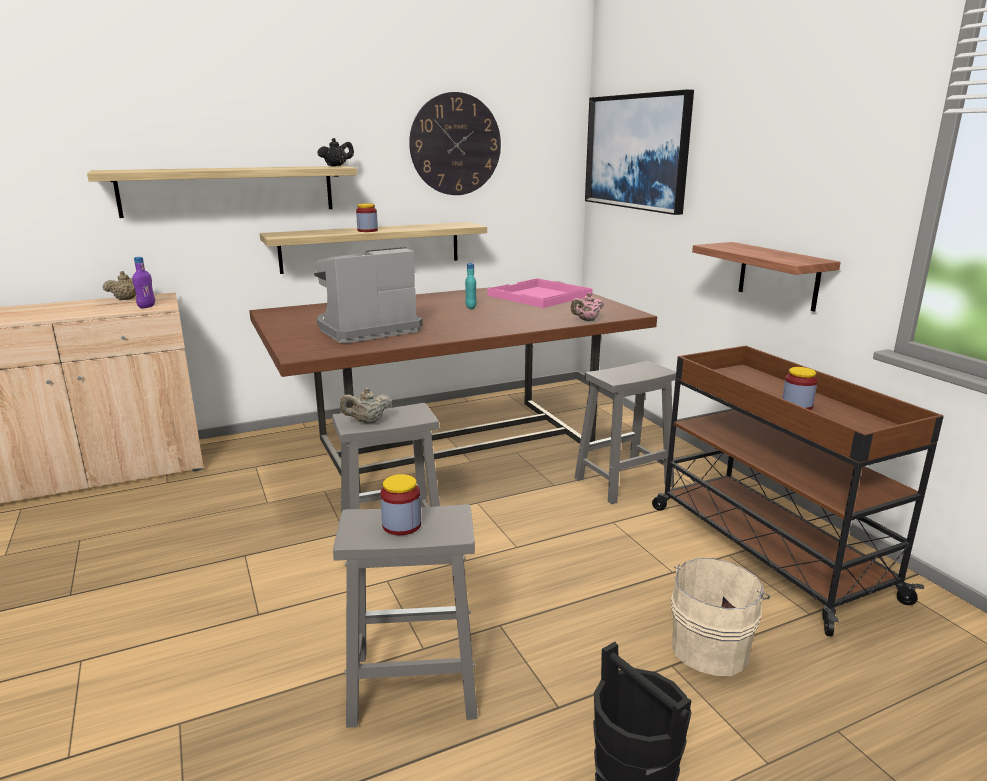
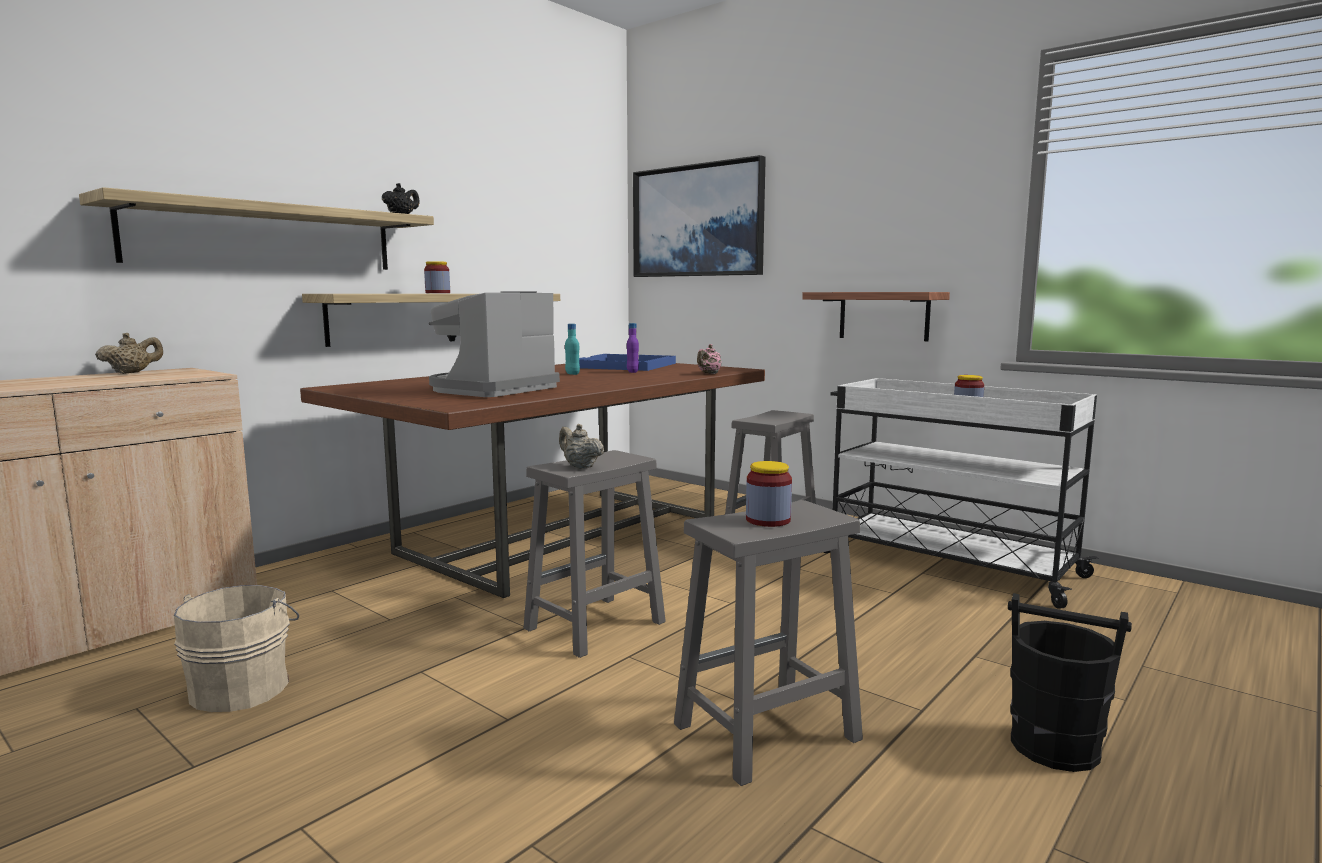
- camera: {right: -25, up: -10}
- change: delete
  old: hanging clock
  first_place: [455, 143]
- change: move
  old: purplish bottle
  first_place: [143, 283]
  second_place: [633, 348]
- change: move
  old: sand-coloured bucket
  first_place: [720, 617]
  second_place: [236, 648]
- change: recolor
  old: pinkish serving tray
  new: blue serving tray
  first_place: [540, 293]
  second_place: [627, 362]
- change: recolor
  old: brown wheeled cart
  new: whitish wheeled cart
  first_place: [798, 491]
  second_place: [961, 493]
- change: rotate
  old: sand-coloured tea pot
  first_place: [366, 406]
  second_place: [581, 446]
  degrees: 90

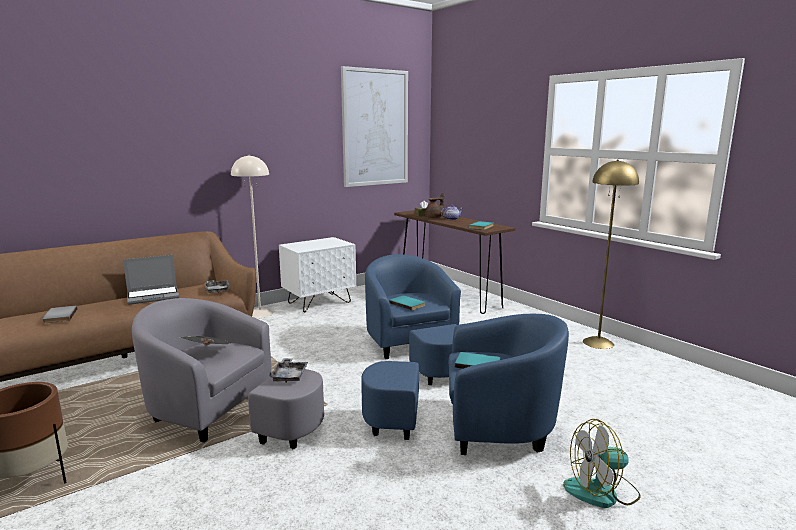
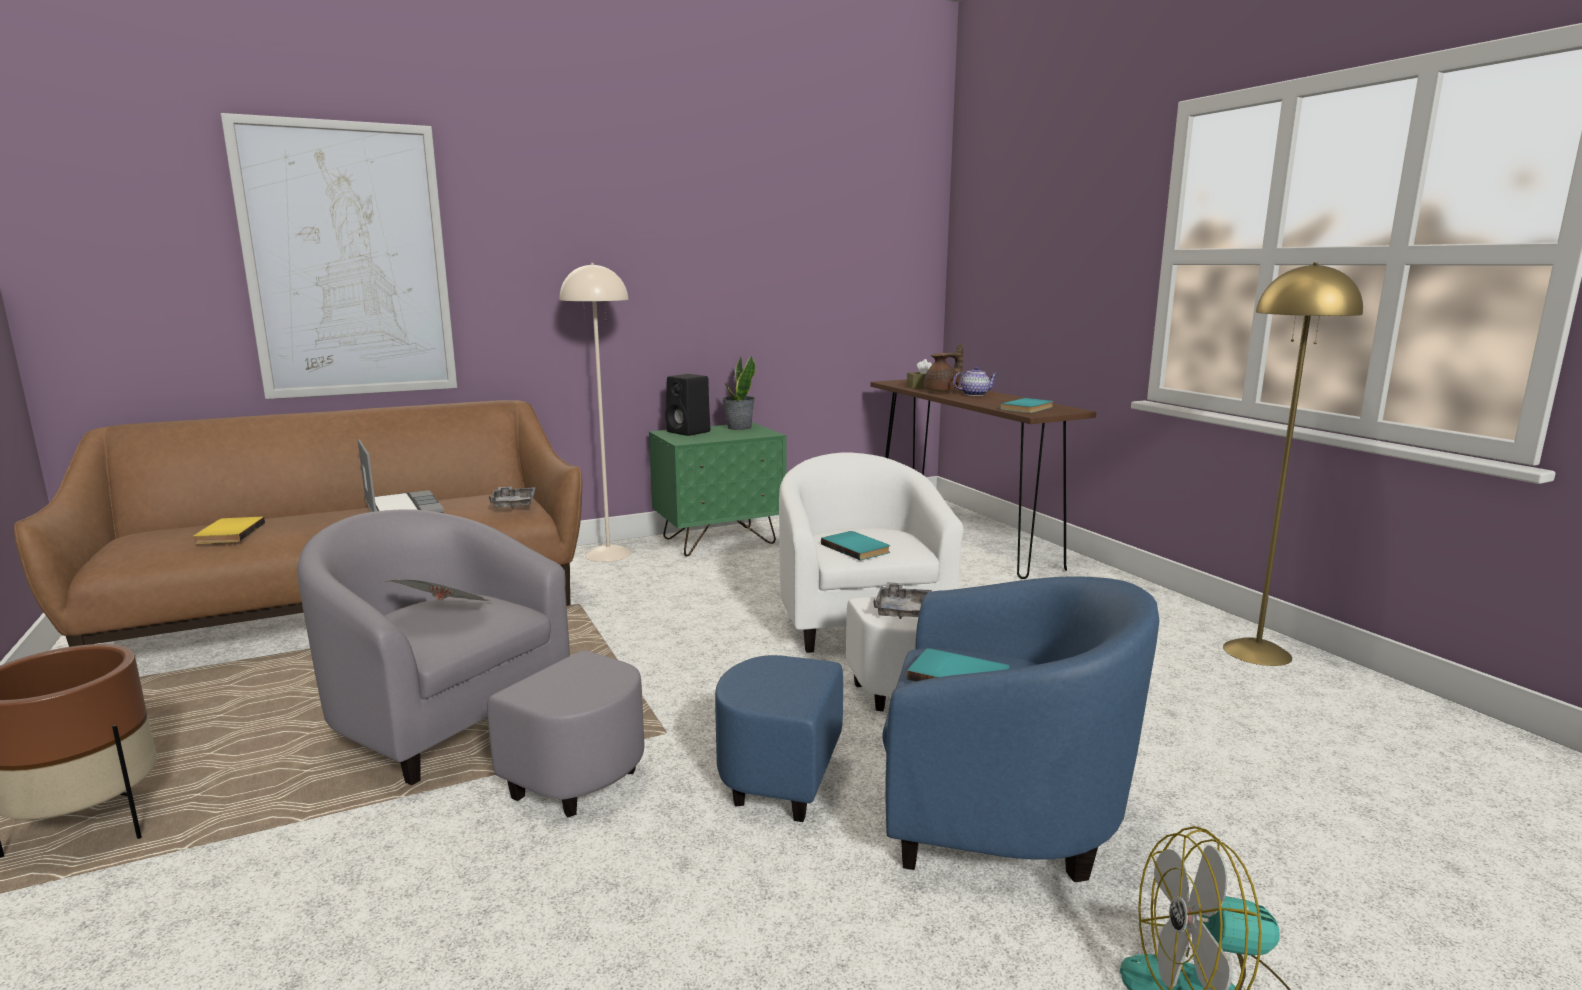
- camera: {right: 10, up: 0}
- change: insert
  new: blackish audio speaker
  second_place: [687, 405]
- change: insert
  new: plant in a pot
  second_place: [739, 392]
- change: move
  old: grey serving tray
  first_place: [288, 370]
  second_place: [902, 600]
- change: move
  old: wall art
  first_place: [374, 126]
  second_place: [339, 256]
- change: recolor
  old: grey volume
  new: yellow volume
  first_place: [60, 314]
  second_place: [229, 530]
- change: recolor
  old: whitish bedside table
  new: green-coloured bedside table
  first_place: [317, 275]
  second_place: [717, 489]
- change: recolor
  old: blue armchair
  new: whitish armchair
  first_place: [413, 319]
  second_place: [871, 582]
- change: rotate
  old: portable computer
  first_place: [151, 280]
  second_place: [401, 476]
  degrees: -105

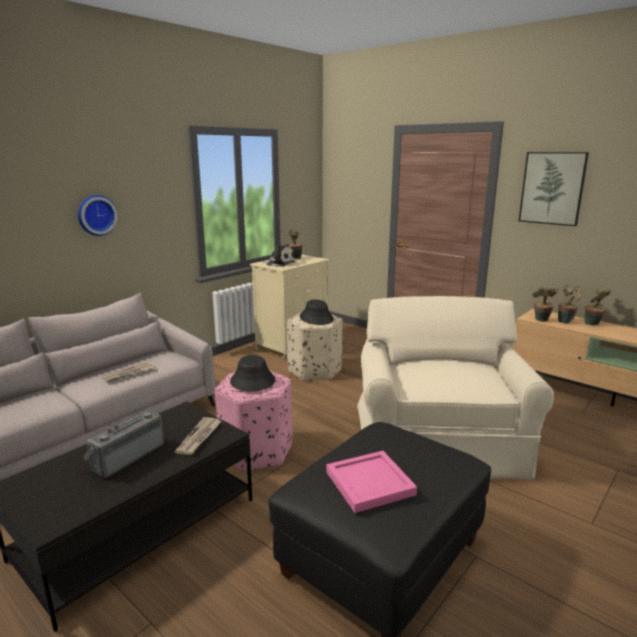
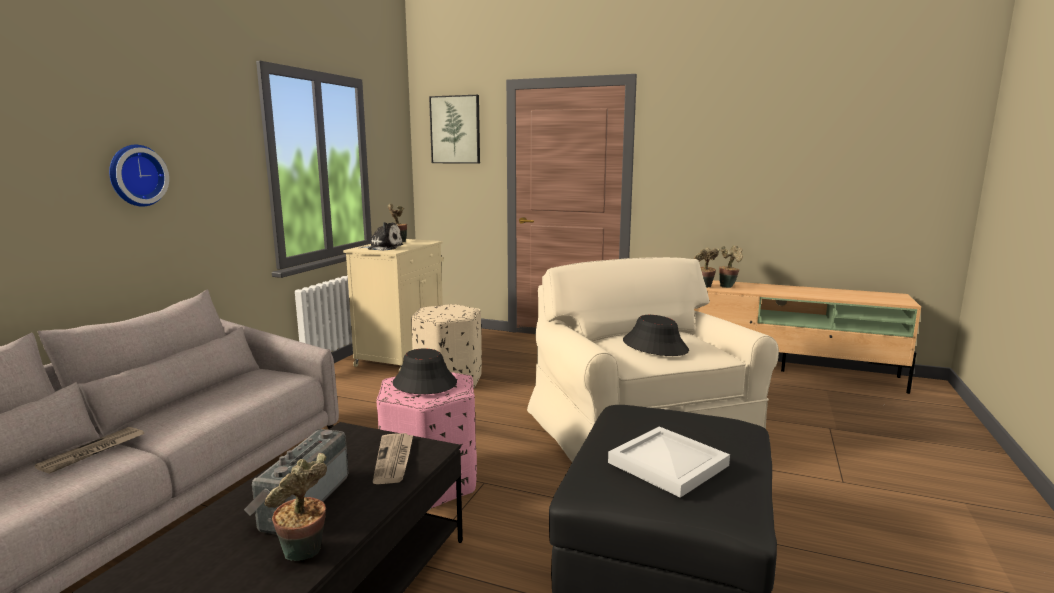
- camera: {right: -20, up: -5}
- change: move
  old: newspaper
  first_place: [128, 372]
  second_place: [89, 450]
- change: move
  old: blackish hat
  first_place: [317, 312]
  second_place: [656, 335]
- change: move
  old: wall art
  first_place: [554, 189]
  second_place: [454, 129]
- change: move
  old: plant in a pot
  first_place: [598, 306]
  second_place: [296, 507]
- change: recolor
  old: pinkish serving tray
  new: whitish serving tray
  first_place: [371, 482]
  second_place: [669, 462]

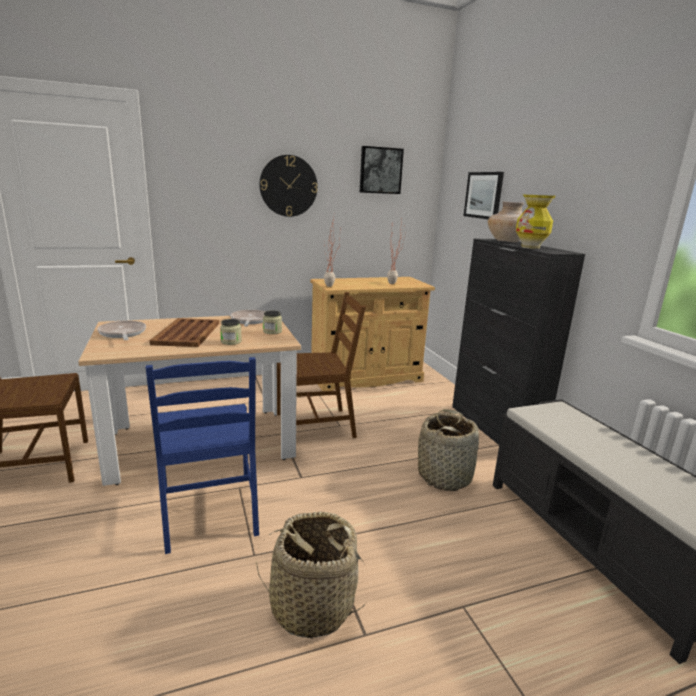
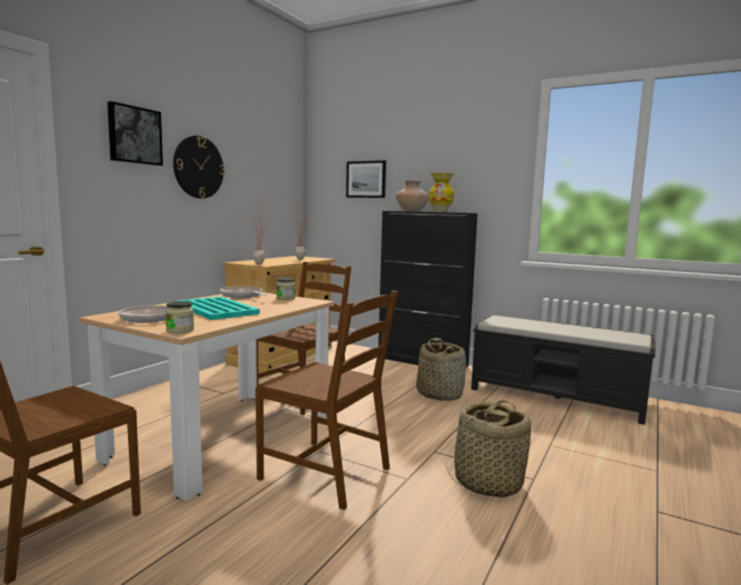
- camera: {right: -40, up: -10}
- change: move
  old: jar
  first_place: [231, 332]
  second_place: [179, 317]
- change: move
  old: wall art
  first_place: [382, 170]
  second_place: [135, 133]
- change: recolor
  old: blue upright chair
  new: brown upright chair
  first_place: [202, 455]
  second_place: [326, 400]
- change: recolor
  old: brown serving tray
  new: blue-green serving tray
  first_place: [184, 332]
  second_place: [219, 308]

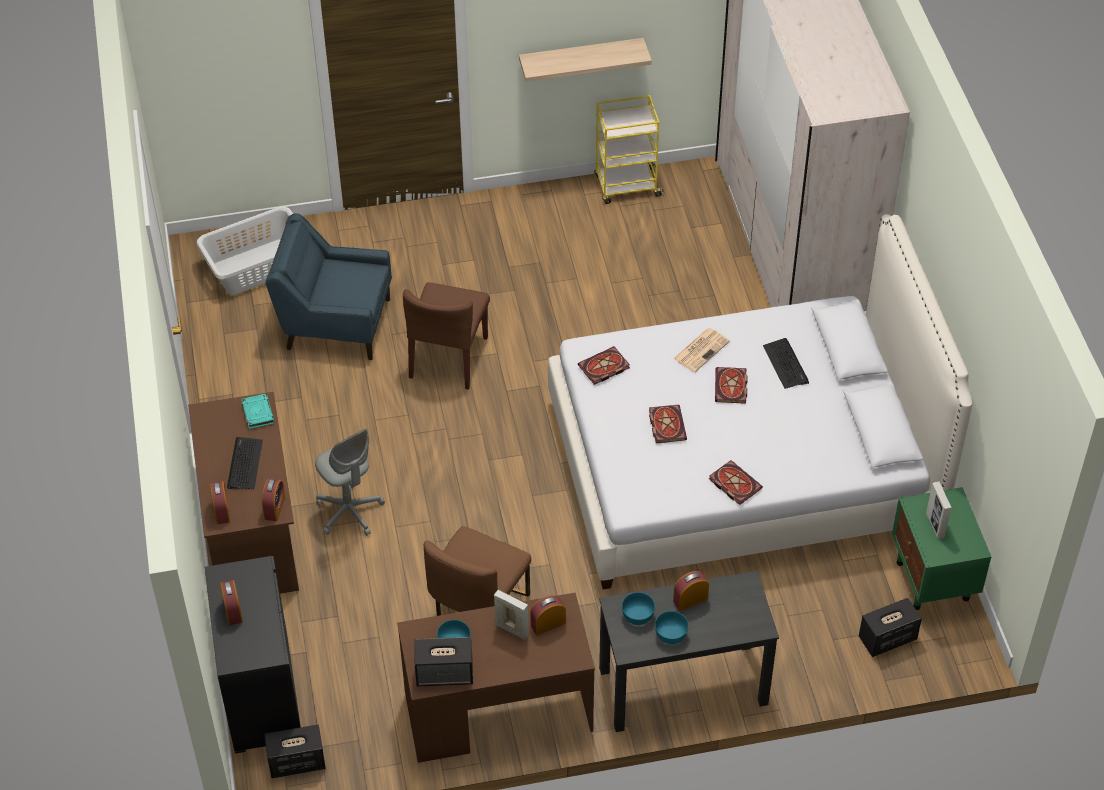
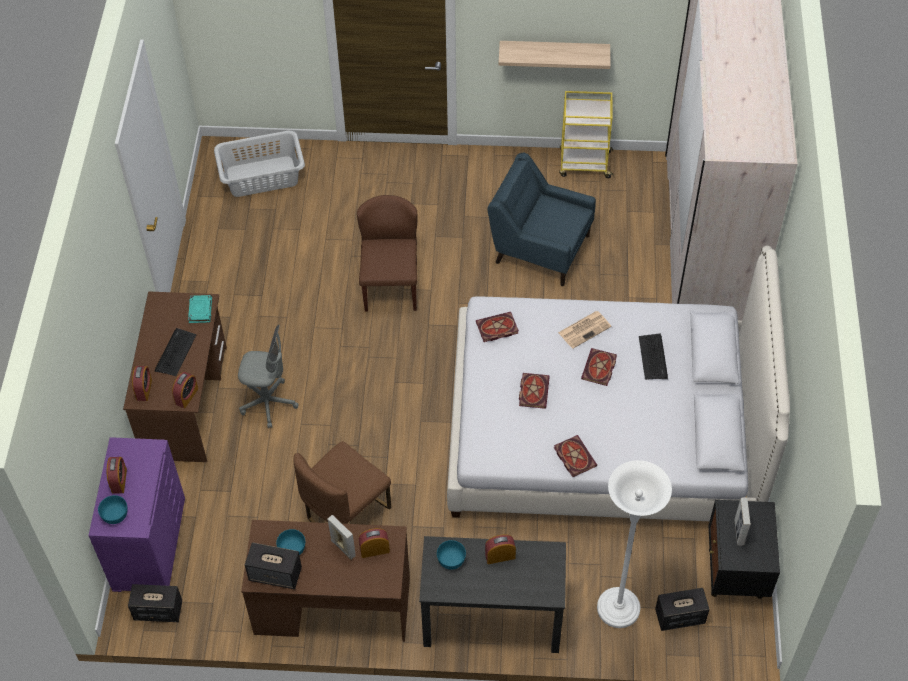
- camera: {right: 15, up: 5}
- change: insert
  new: whitish floor lamp
  second_place: [634, 544]
- change: move
  old: blue armchair
  first_place: [328, 286]
  second_place: [541, 219]
- change: move
  old: blue-green deep dish
  first_place: [672, 627]
  second_place: [112, 509]
- change: recolor
  old: blackish drawer chest
  new: purplish drawer chest
  first_place: [253, 655]
  second_place: [136, 514]
- change: recolor
  old: green-coloured bedside table
  new: blackish bedside table
  first_place: [941, 548]
  second_place: [744, 549]
- change: rotate
  old: grey computer chair
  first_place: [350, 482]
  second_place: [268, 376]
  degrees: -60
- change: rotate
  old: brown upright chair
  first_place: [446, 336]
  second_place: [387, 253]
  degrees: 150

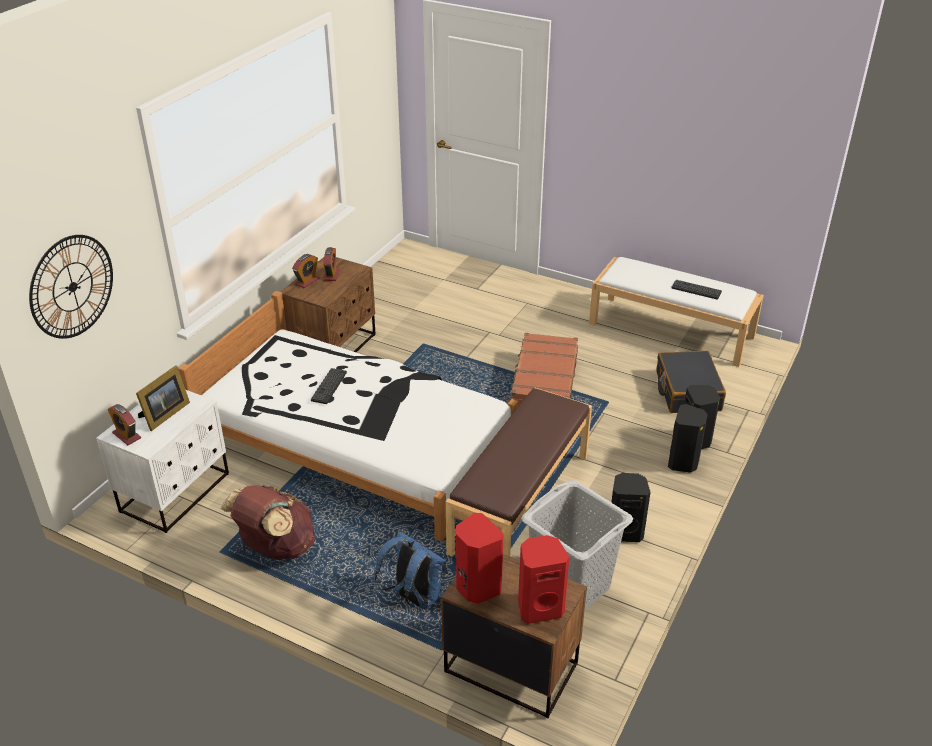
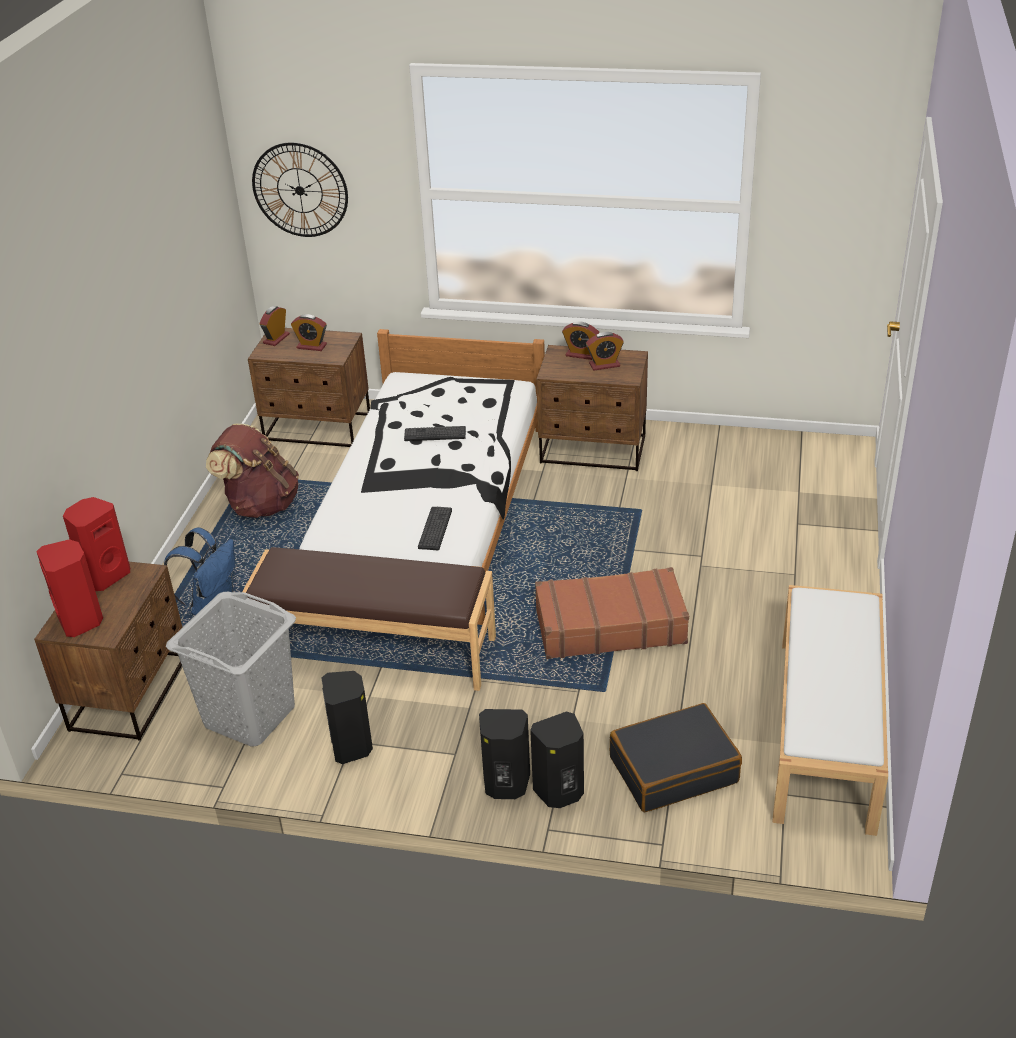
- camera: {right: 75, up: 0}
- change: move
  old: keyboard
  first_place: [696, 290]
  second_place: [435, 528]
- change: replace
  old: photo frame
  new: bedside clock
  first_place: [163, 398]
  second_place: [309, 332]
- change: recolor
  old: whitish bedside table
  new: brown bedside table
  first_place: [162, 461]
  second_place: [309, 387]

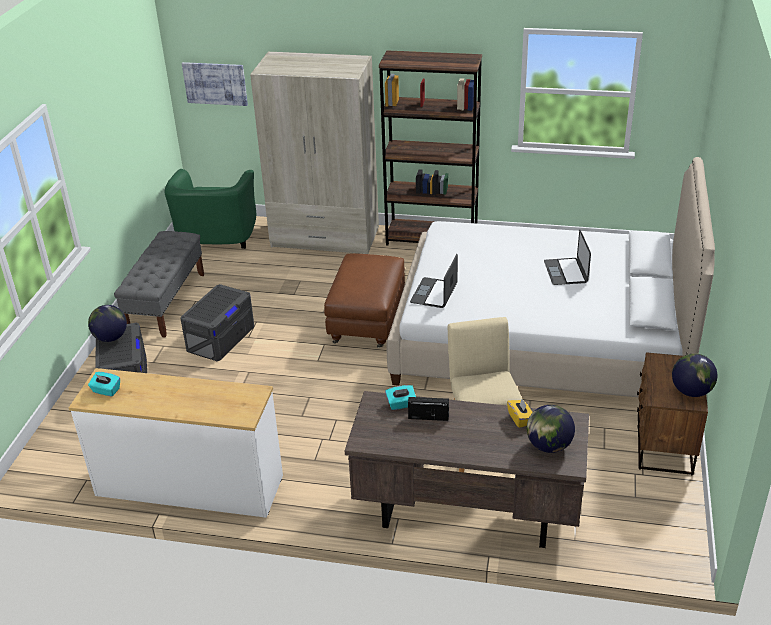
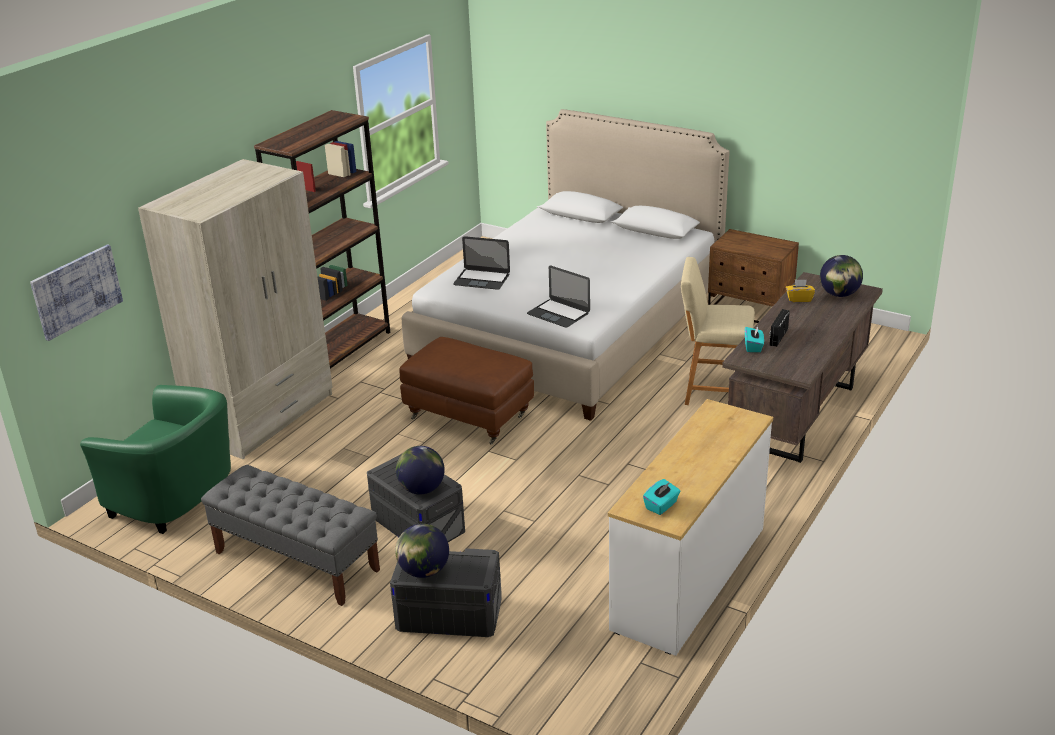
- camera: {right: -70, up: -5}
- change: move
  old: portable computer
  first_place: [567, 257]
  second_place: [481, 263]
- change: move
  old: globe
  first_place: [695, 375]
  second_place: [420, 470]

